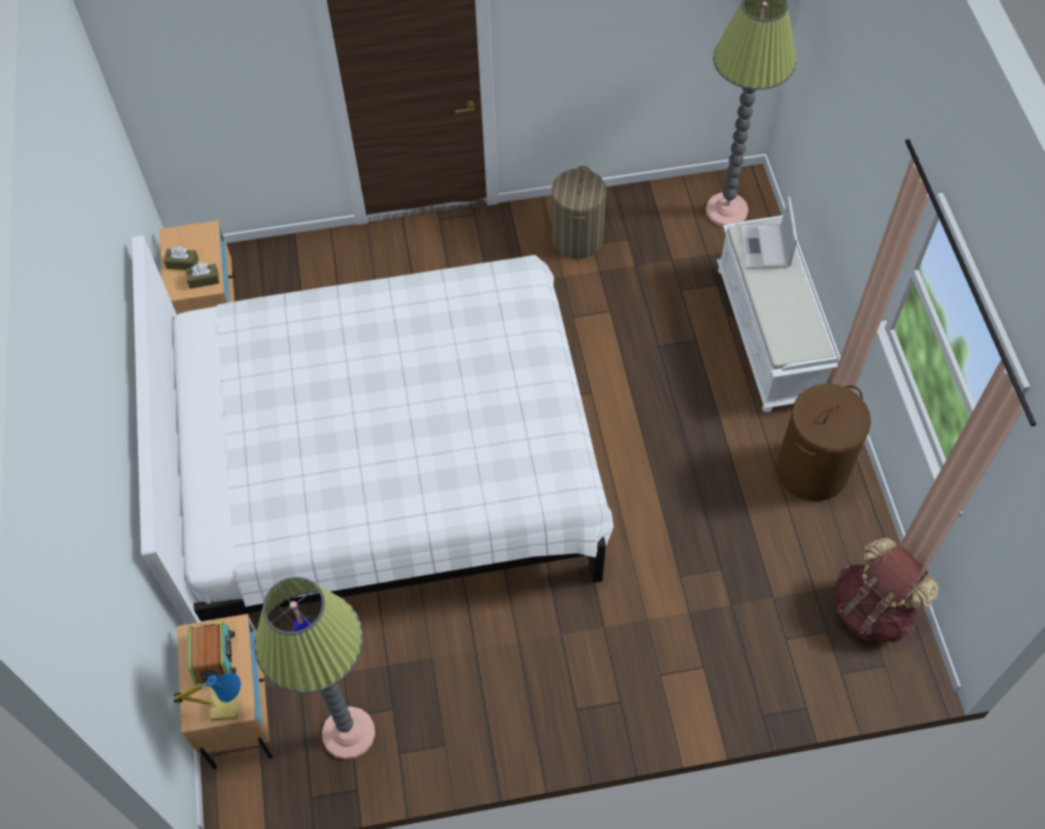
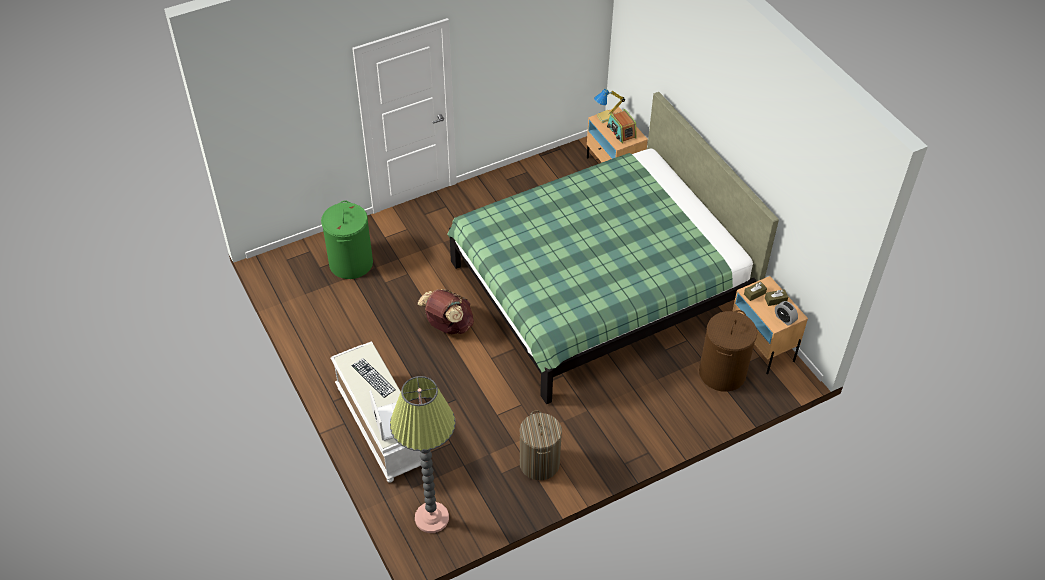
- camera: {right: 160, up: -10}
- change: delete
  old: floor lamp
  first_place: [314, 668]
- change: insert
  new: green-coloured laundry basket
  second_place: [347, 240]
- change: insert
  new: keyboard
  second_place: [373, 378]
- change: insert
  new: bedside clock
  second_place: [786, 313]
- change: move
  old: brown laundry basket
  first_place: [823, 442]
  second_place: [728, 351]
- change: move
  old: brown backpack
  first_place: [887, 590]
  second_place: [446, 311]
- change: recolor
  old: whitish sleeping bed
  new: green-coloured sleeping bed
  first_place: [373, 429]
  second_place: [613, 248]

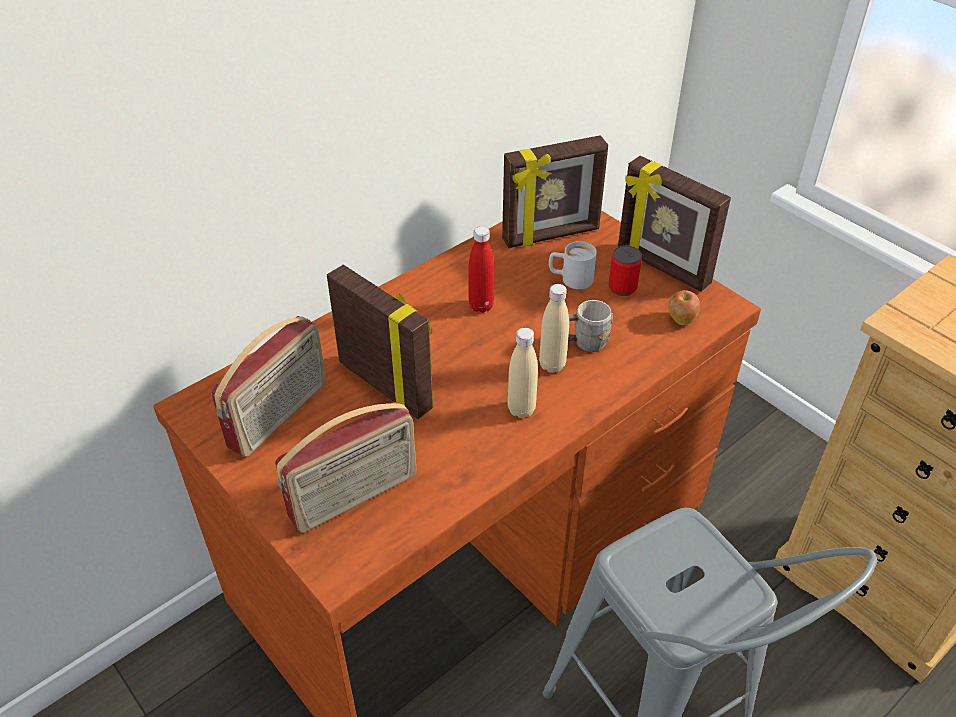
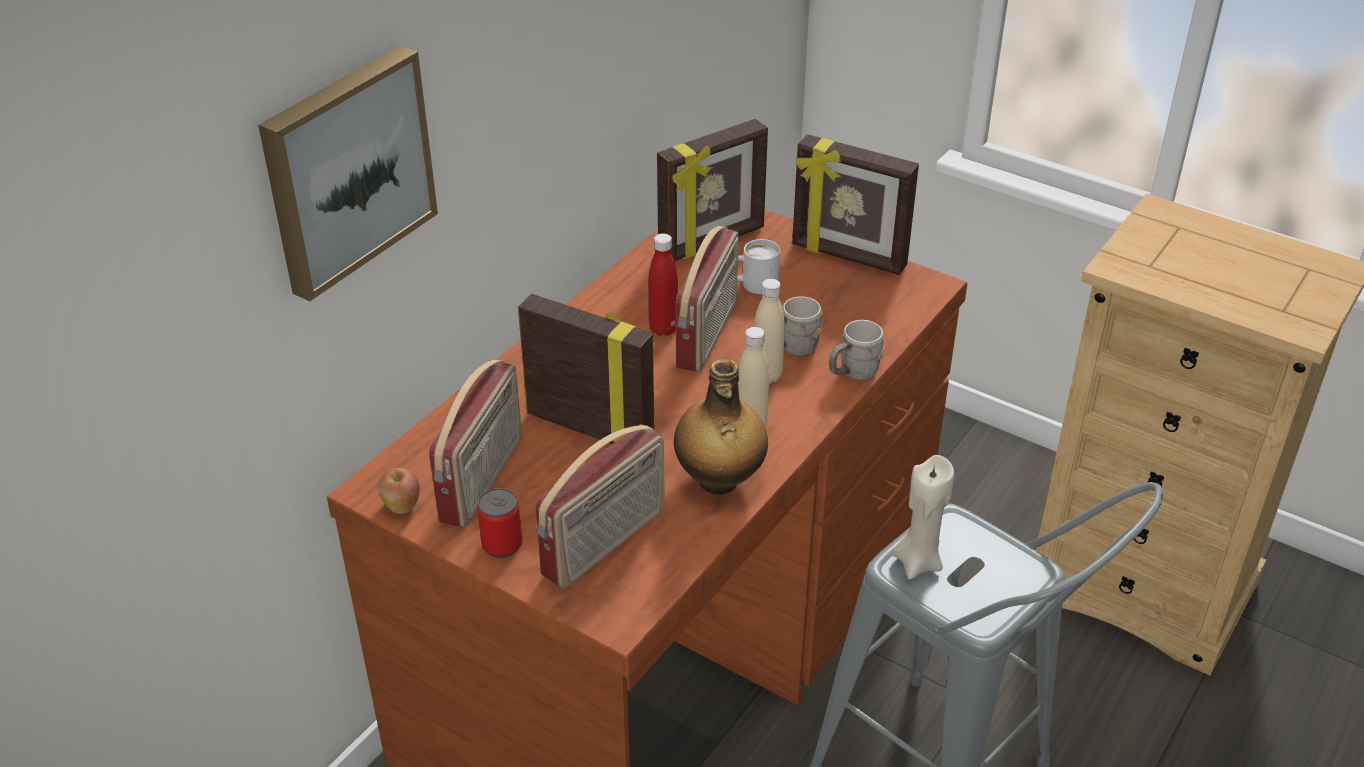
- camera: {right: -15, up: -5}
- change: insert
  new: wall art
  second_place: [348, 173]
- change: insert
  new: bottle
  second_place: [721, 427]
- change: insert
  new: radio receiver
  second_place: [707, 299]
- change: insert
  new: grey mug
  second_place: [856, 350]
- change: insert
  new: sand-coloured wax light
  second_place: [923, 517]
- change: move
  old: can
  first_place: [625, 270]
  second_place: [499, 523]
- change: move
  old: whole apple
  first_place: [684, 307]
  second_place: [399, 491]

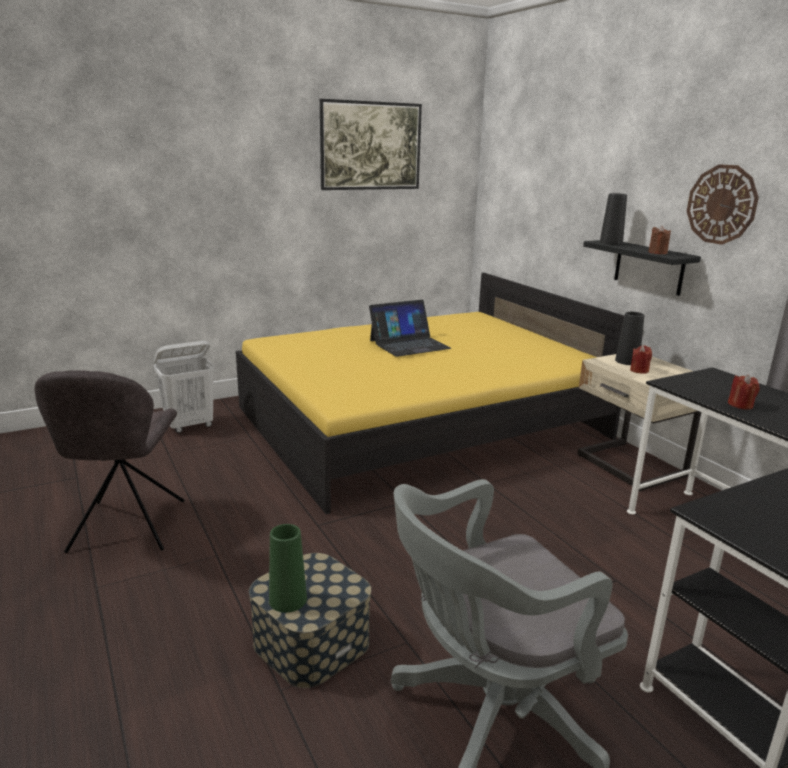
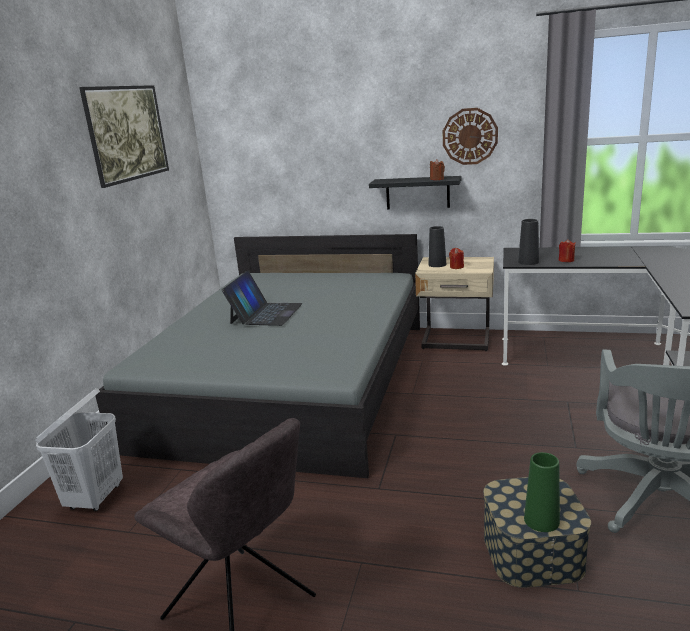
- camera: {right: -45, up: 0}
- change: move
  old: blackish flower vase
  first_place: [613, 219]
  second_place: [528, 242]
- change: recolor
  old: yellow sleeping bed
  new: grey sleeping bed
  first_place: [430, 393]
  second_place: [257, 356]

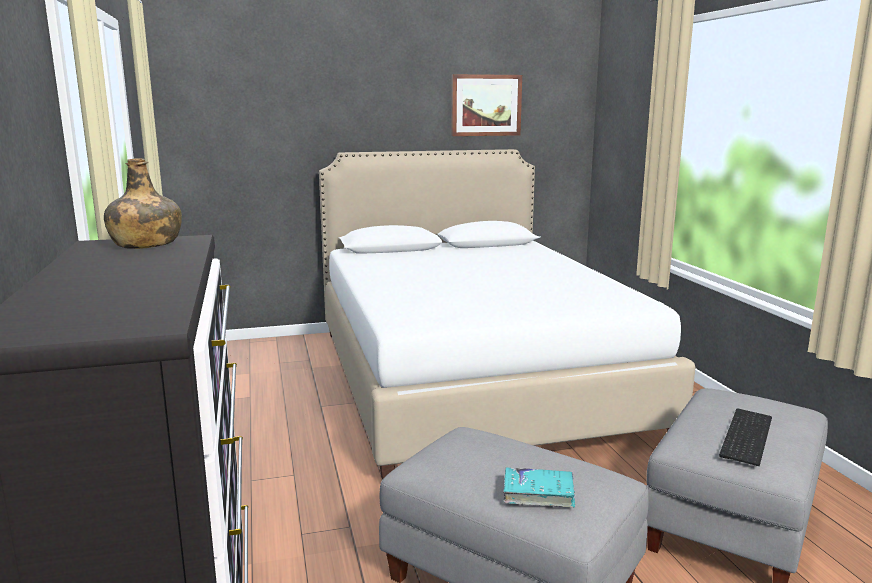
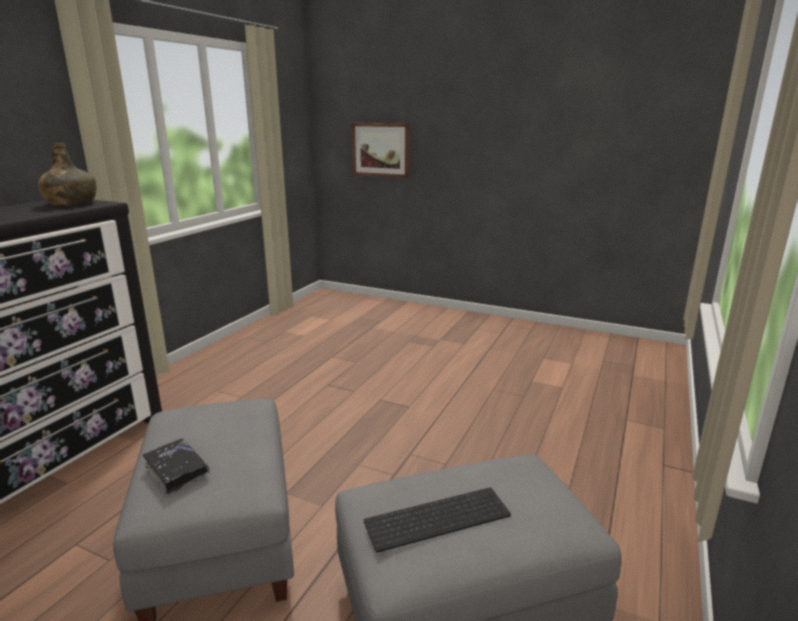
- camera: {right: 40, up: 5}
- change: delete
  old: whitish sleeping bed
  first_place: [507, 314]
- change: move
  old: wall art
  first_place: [487, 105]
  second_place: [381, 150]
- change: recolor
  old: blue-green volume
  new: blackish volume
  first_place: [539, 487]
  second_place: [176, 466]

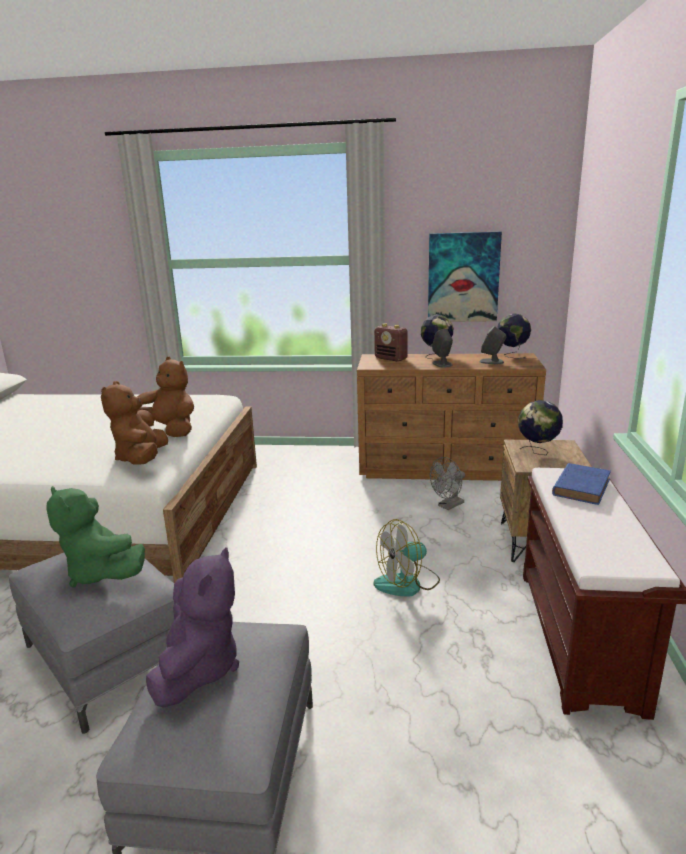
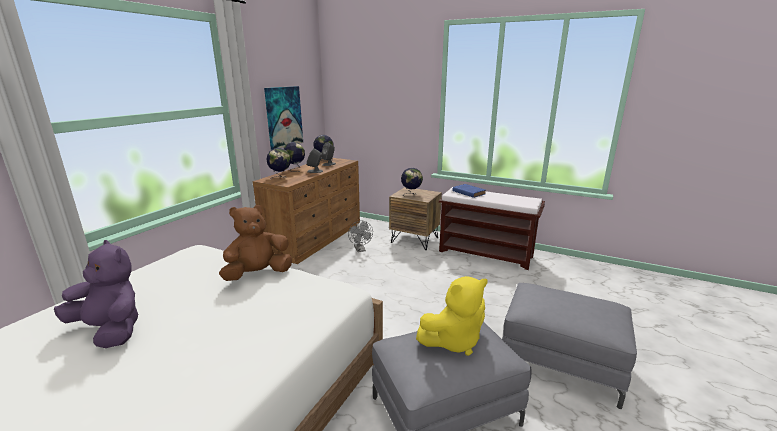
- camera: {right: -70, up: 0}
- change: delete
  old: brown soft toy
  first_place: [134, 423]
- change: delete
  old: cooling fan
  first_place: [407, 558]
- change: move
  old: purplish soft toy
  first_place: [192, 627]
  second_place: [96, 294]
- change: replace
  old: radio receiver
  new: globe
  first_place: [391, 342]
  second_place: [278, 163]
- change: recolor
  old: green-coloured soft toy
  new: yellow soft toy
  first_place: [95, 537]
  second_place: [451, 316]

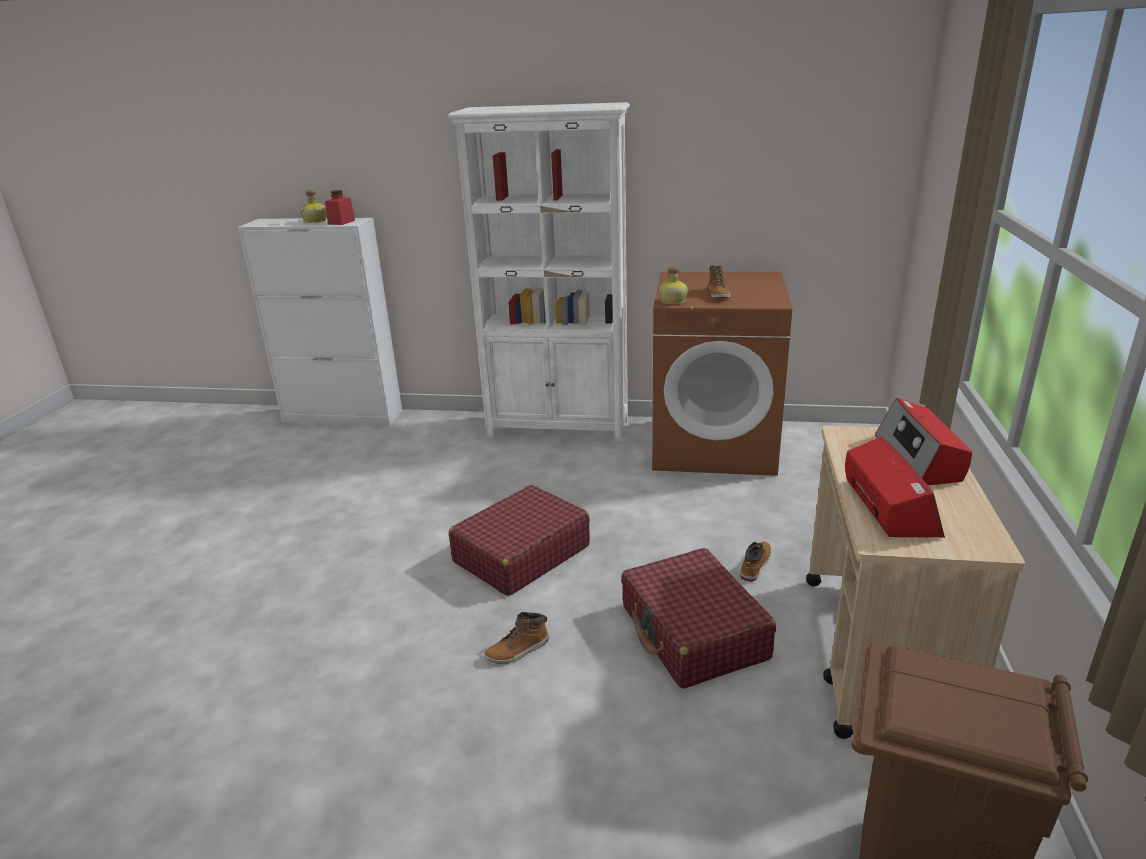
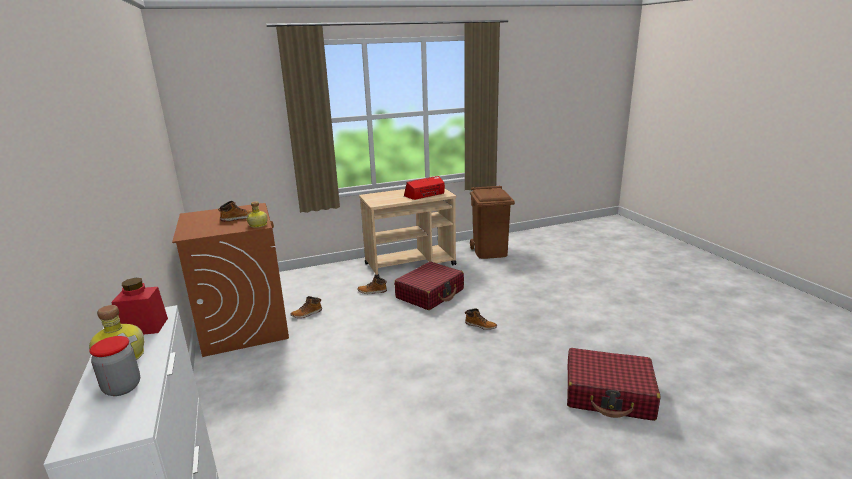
- camera: {right: -120, up: -5}
- change: delete
  old: whitish bookshelf
  first_place: [539, 272]
- change: delete
  old: radio receiver
  first_place: [923, 441]
- change: insert
  new: jar
  second_place: [115, 366]
- change: insert
  new: high-top boot
  second_place: [306, 307]
- change: move
  old: red piece of luggage
  first_place: [519, 540]
  second_place: [614, 384]

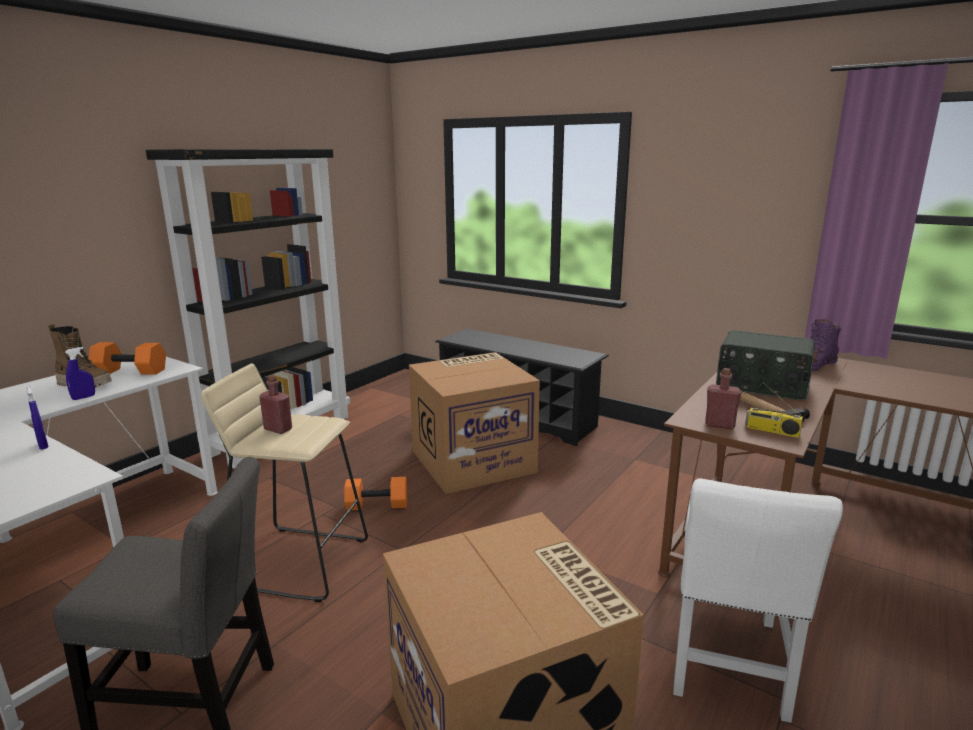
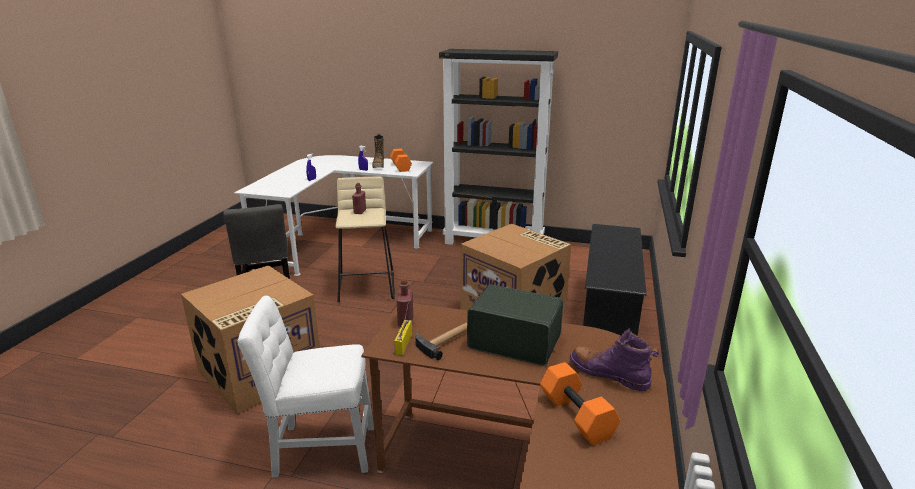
- camera: {right: 70, up: 5}
- change: move
  old: orangey dumbbell
  first_place: [375, 493]
  second_place: [580, 403]
- change: rotate
  old: radio receiver
  first_place: [765, 365]
  second_place: [515, 325]
  degrees: 105

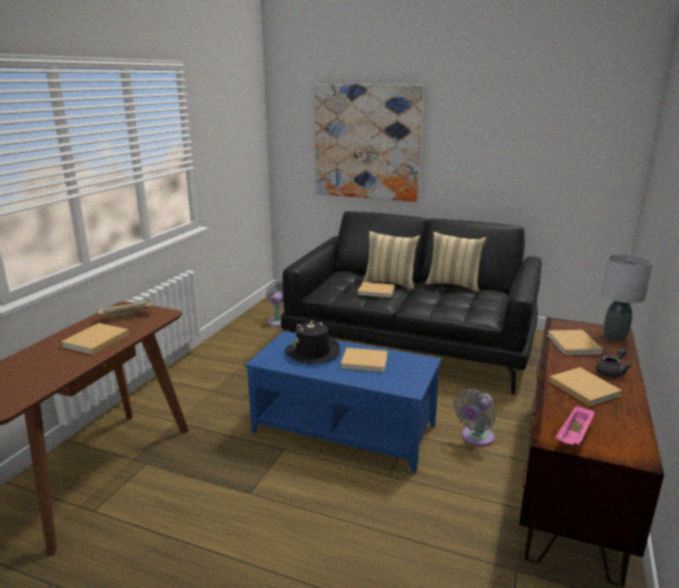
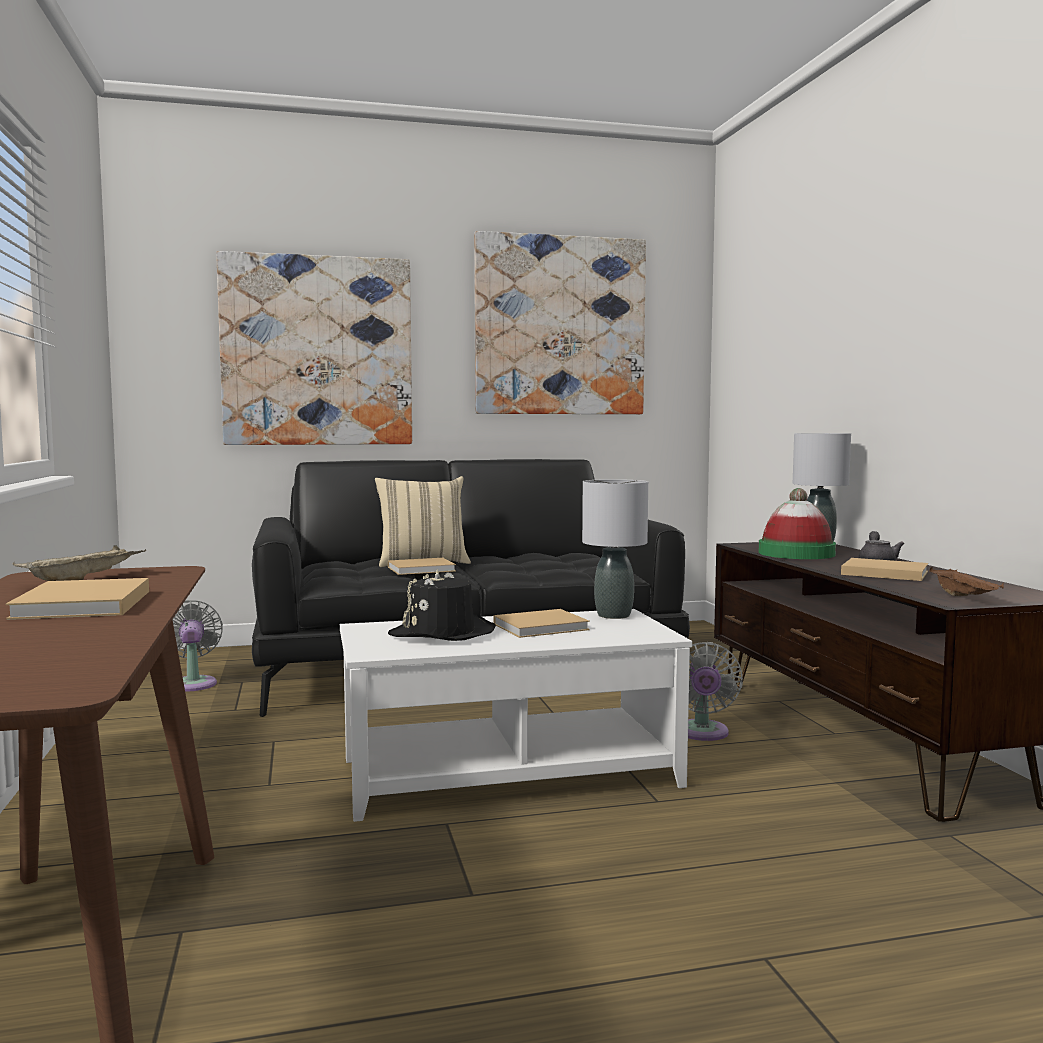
- camera: {right: -35, up: -15}
- change: delete
  old: sand-coloured throw pillow
  first_place: [455, 262]
- change: insert
  new: wall art
  second_place: [560, 322]
- change: insert
  new: grey table lamp
  second_place: [615, 549]
- change: replace
  old: sand-coloured volume
  new: hat
  first_place: [575, 342]
  second_place: [797, 523]
- change: recolor
  old: blue coffee table
  new: whitish coffee table
  first_place: [343, 402]
  second_place: [516, 715]
- change: recolor
  old: pinkish serving tray
  new: brown serving tray
  first_place: [575, 424]
  second_place: [966, 581]

